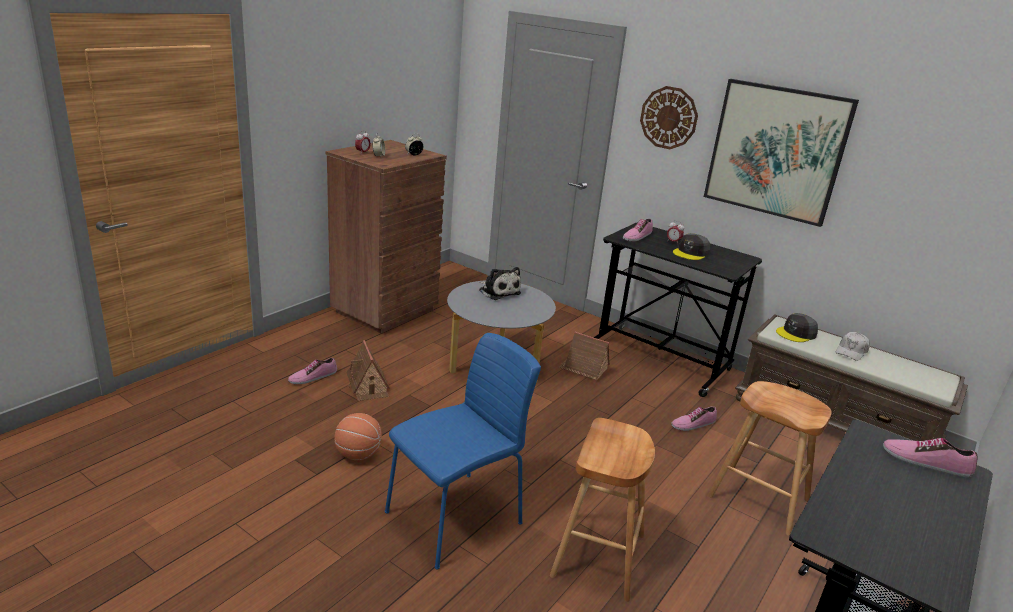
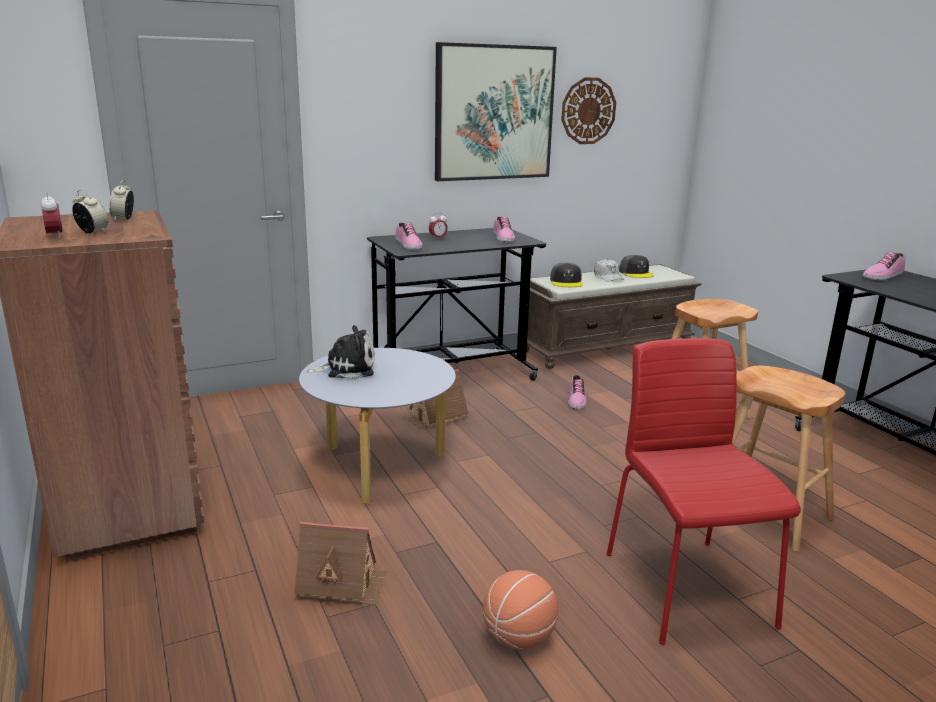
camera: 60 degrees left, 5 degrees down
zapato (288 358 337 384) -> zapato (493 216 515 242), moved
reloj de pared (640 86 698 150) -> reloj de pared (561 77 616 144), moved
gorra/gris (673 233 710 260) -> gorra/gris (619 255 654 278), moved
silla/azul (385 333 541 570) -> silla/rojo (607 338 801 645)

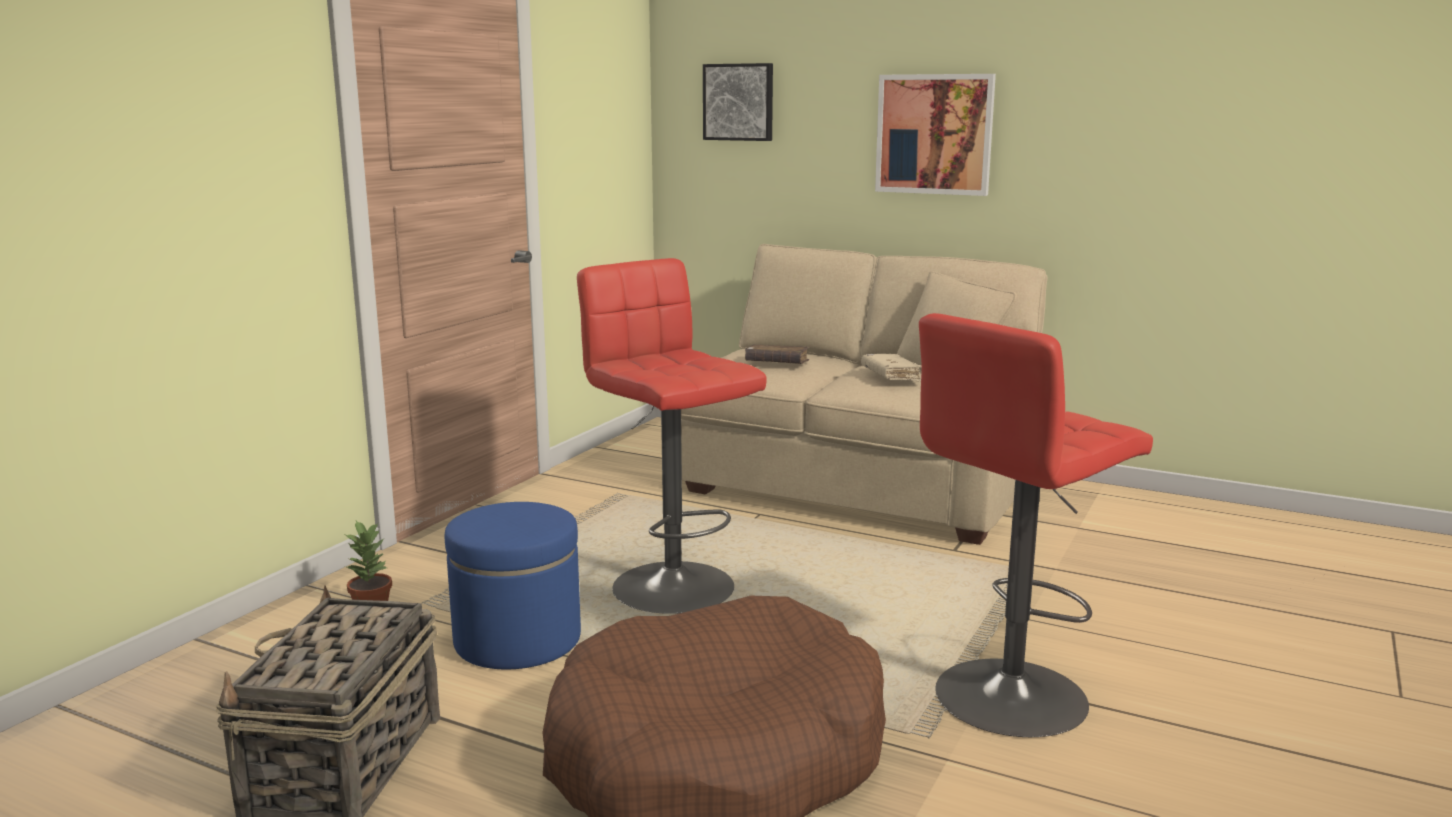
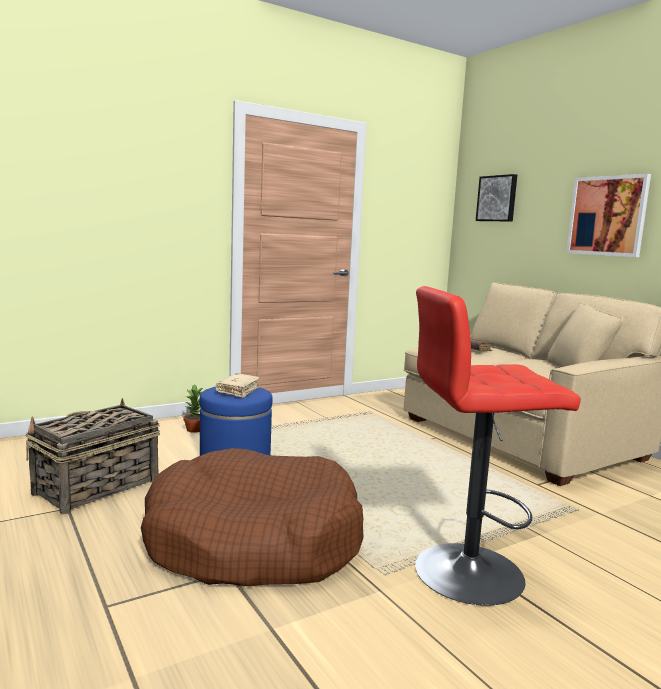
camera: 30 degrees right, 5 degrees down
taburete/rojo (577 258 766 614) -> none
libro/beis (861 354 922 382) -> libro/beis (216 373 260 398), moved

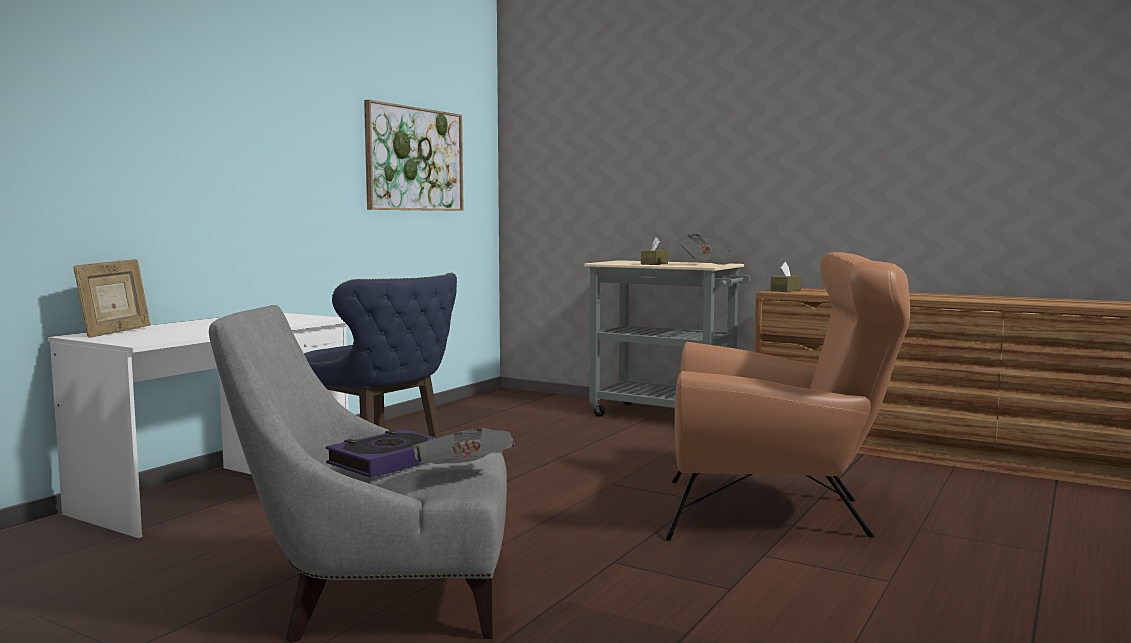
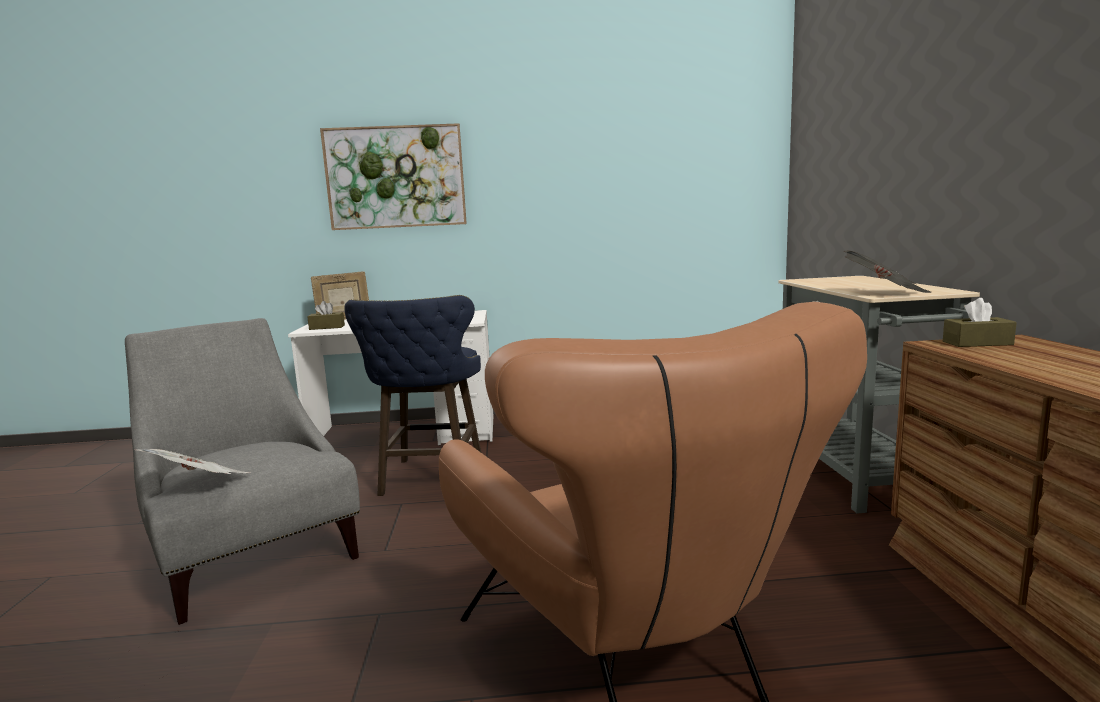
camera: 55 degrees right, 5 degrees up
libro (326 429 436 478) -> none
cuadro (364 100 464 211) -> cuadro (320 123 467 230), moved
caja de pañuelos/marrón (641 237 668 265) -> caja de pañuelos/marrón (307 301 345 330), moved

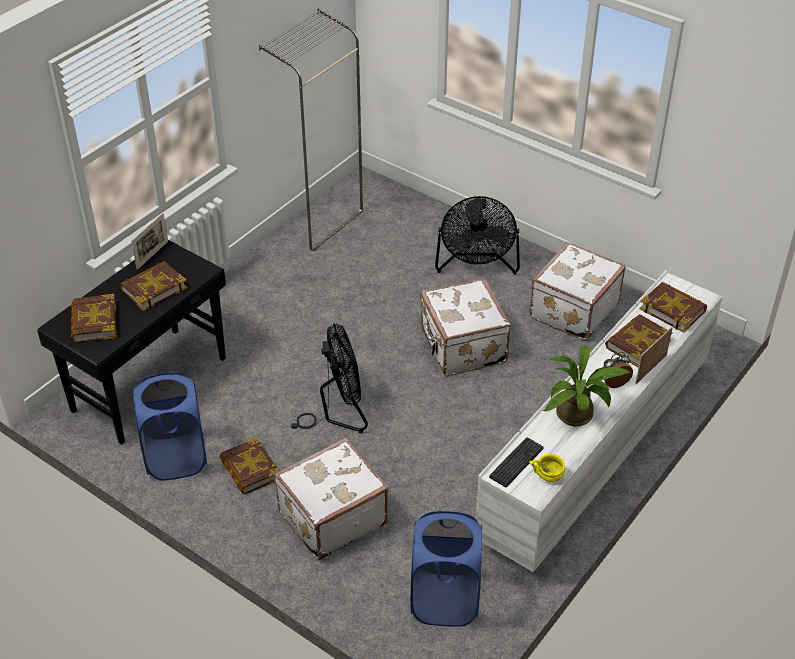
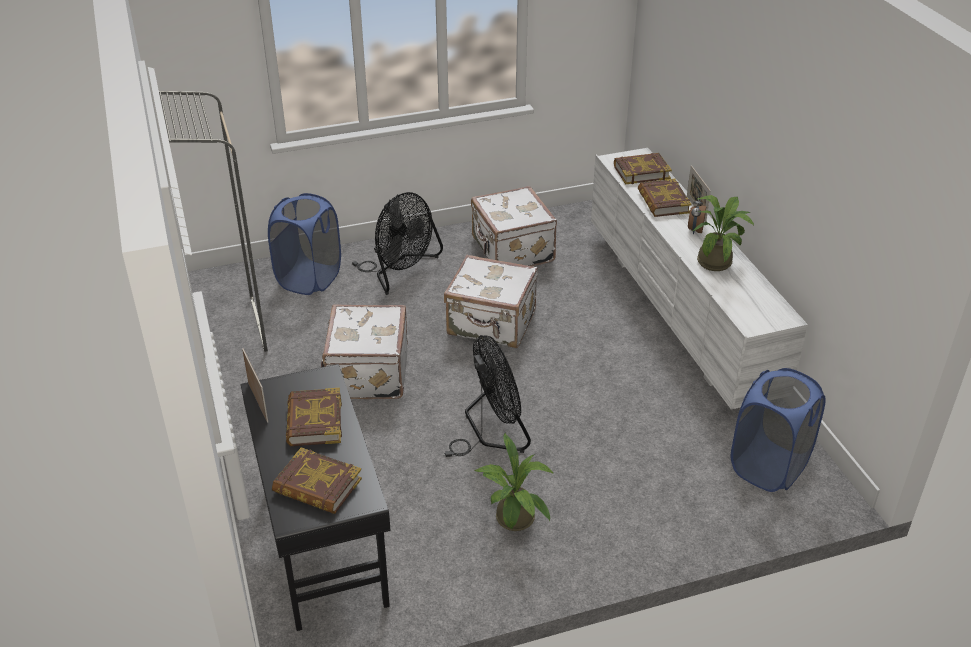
camera: 55 degrees left, 5 degrees down
teclado (489 437 543 487) -> none
cuenco/amarillo (529 454 565 482) -> none
cesto de la ropa/azul (132 372 207 481) -> cesto de la ropa/azul (268 193 341 295), moved
maleta/blanco (274 437 389 560) -> maleta/blanco (321 304 408 399), moved
libro (220 437 279 495) -> planta en maceta (474 434 554 531)
ventilador/negro (291 323 368 434) -> ventilador/negro (443 335 531 457), 45 degrees clockwise

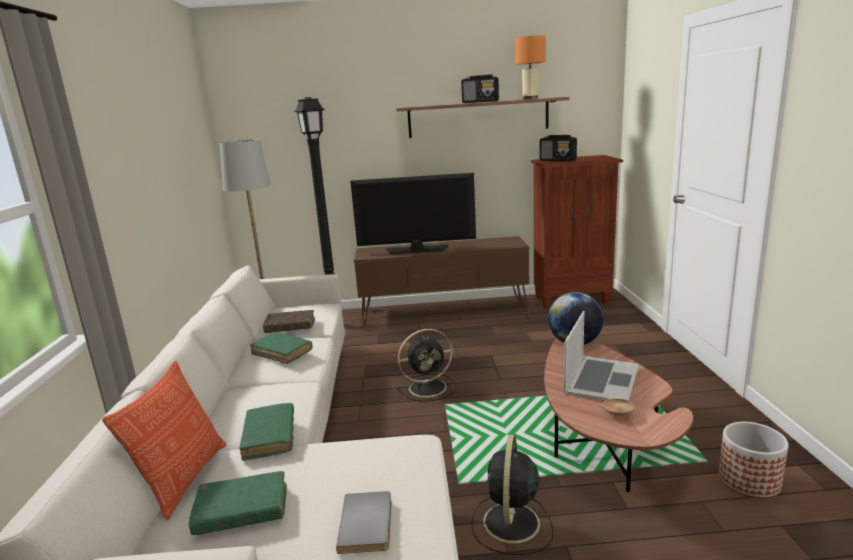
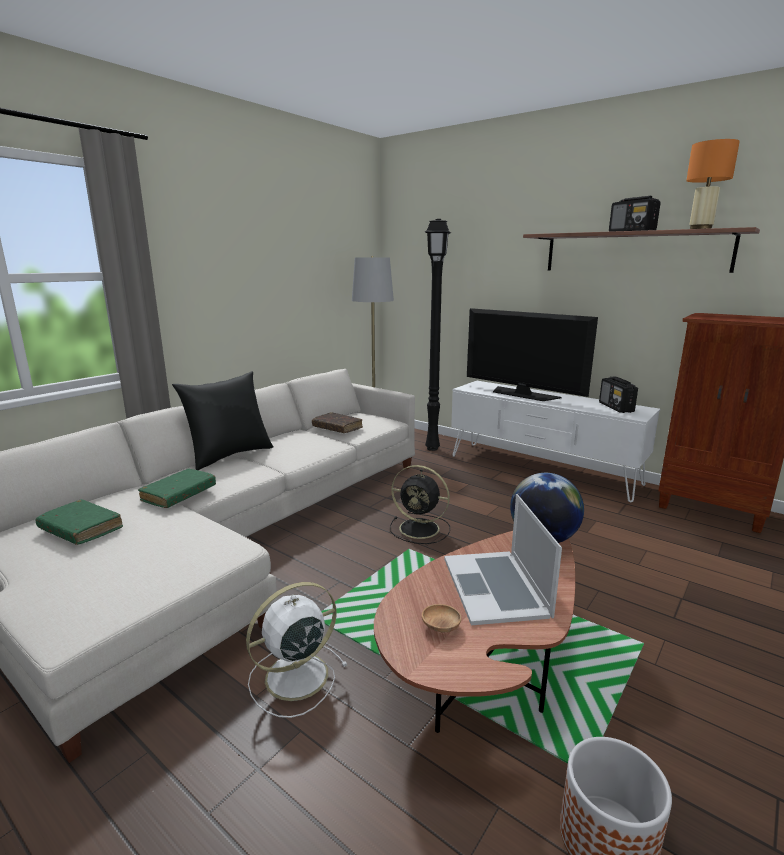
camera: 40 degrees right, 0 degrees up
cojín/naranja (102 361 226 521) -> none
libro/verde (250 332 313 364) -> none
libro/gris (336 491 391 554) -> none
none -> cojín/negro (172 371 273 470)
radio (540 135 577 162) -> radio (599 377 638 413), moved
mueble de televisión/marrón (354 236 530 325) -> mueble de televisión/blanco (451 381 660 502)
ventilador/negro (471 434 553 555) -> ventilador/blanco (246 582 348 718)
portátil (564 311 639 401) -> portátil (444 494 562 625), 105 degrees clockwise

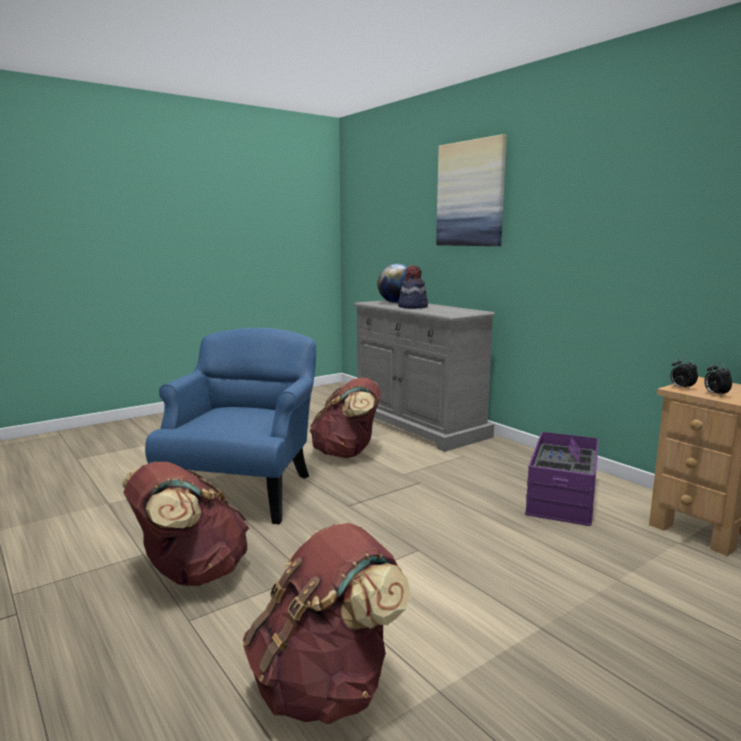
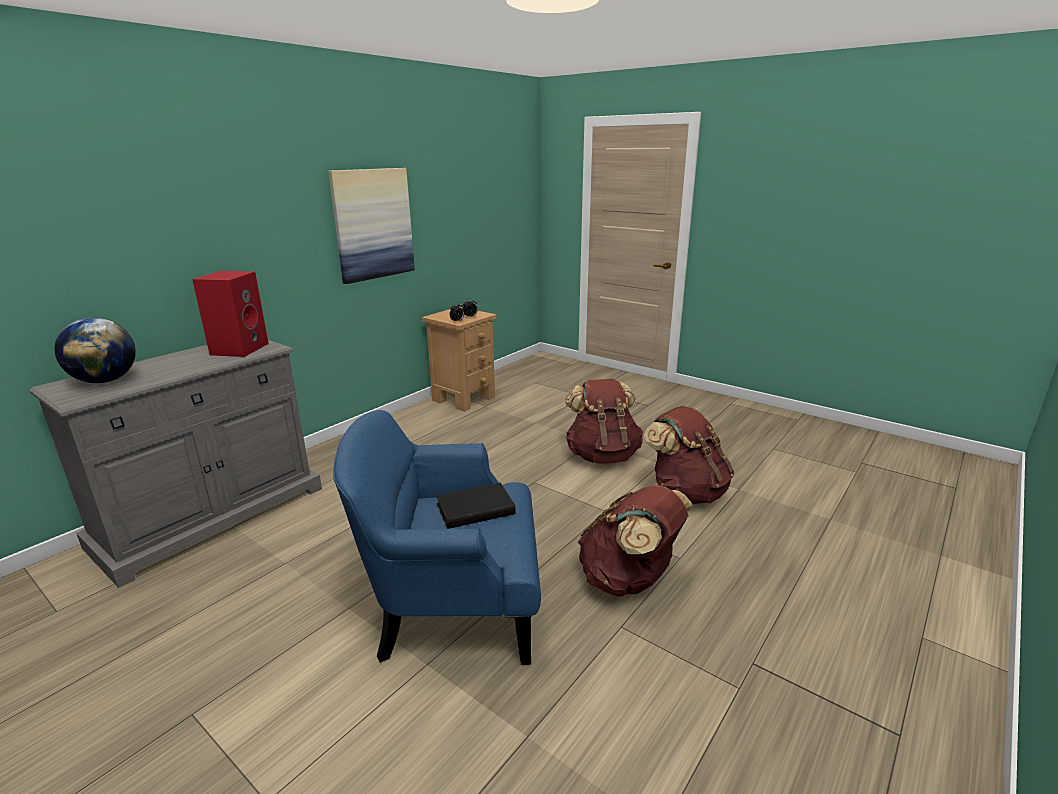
camera: 105 degrees left, 10 degrees up
sombrero (398 265 428 309) -> none
caja de almacenaje/morado (525 432 599 526) -> none
none -> altavoz/rojo (192 271 269 357)
none -> libro/negro (436 482 516 529)
mochila/marrón (309 378 381 458) -> mochila/marrón (565 379 643 464), moved
cuadro (436 134 507 246) -> cuadro (328 168 415 284), moved

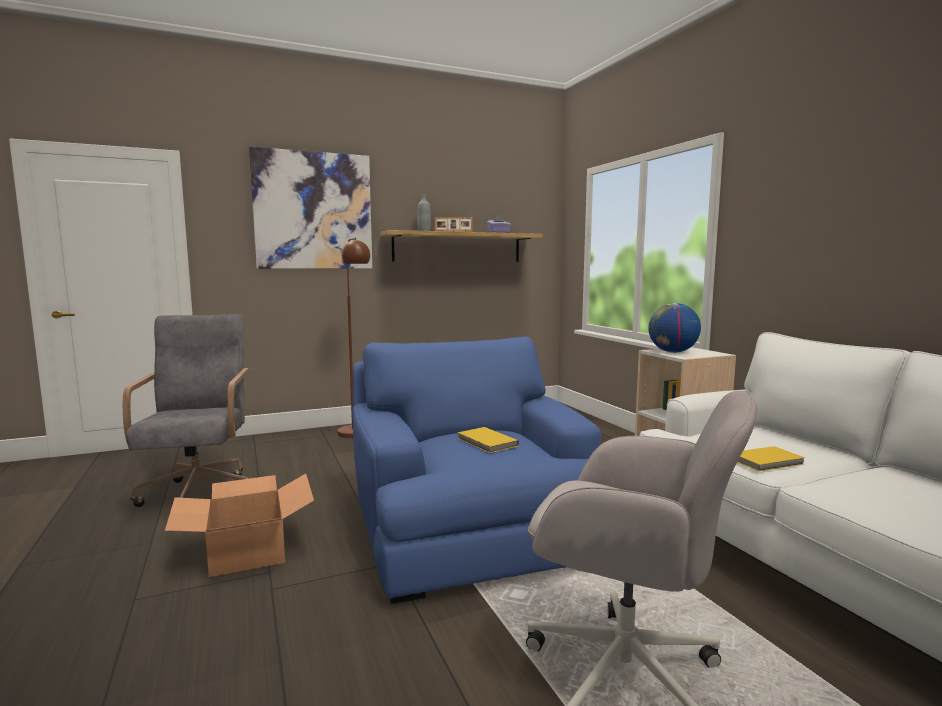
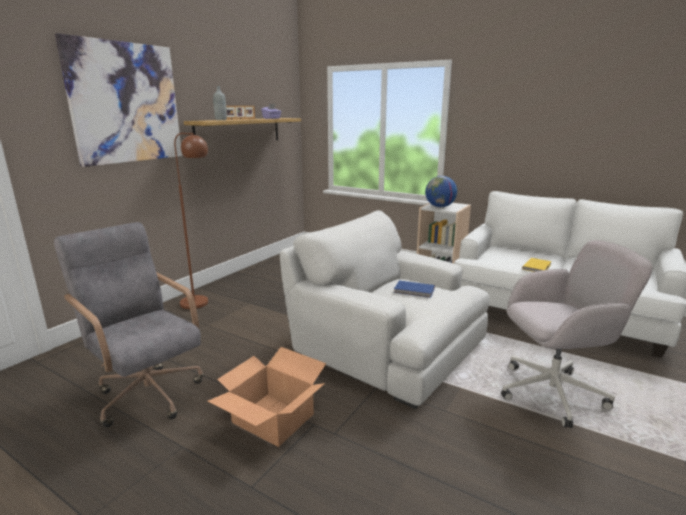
camera: 35 degrees left, 10 degrees up
sillón/azul (353 336 601 604) -> sillón/blanco (280 210 490 409)
libro/amarillo (458 427 519 453) -> libro/azul (394 280 435 298)

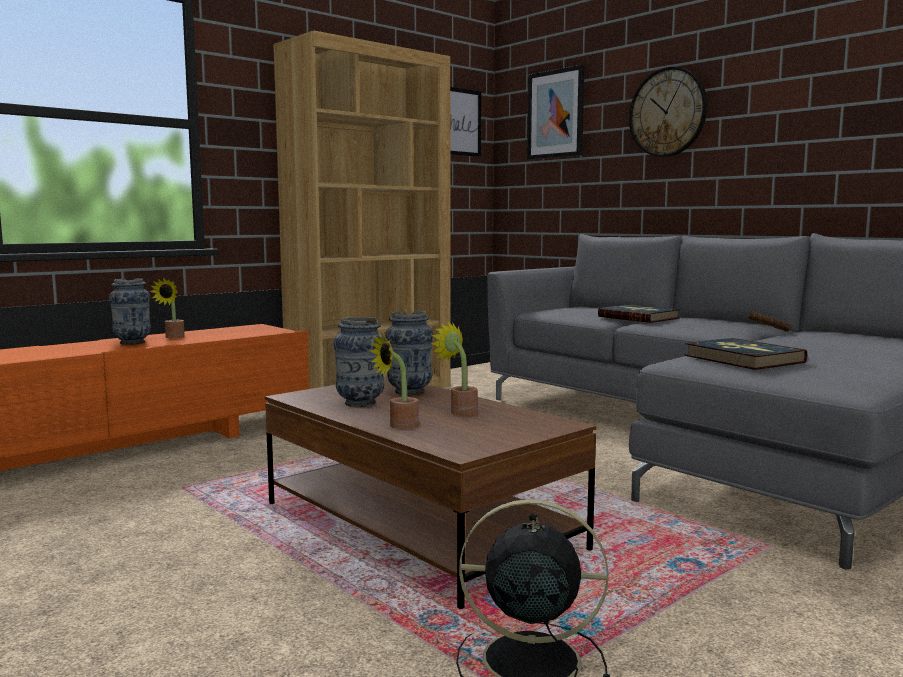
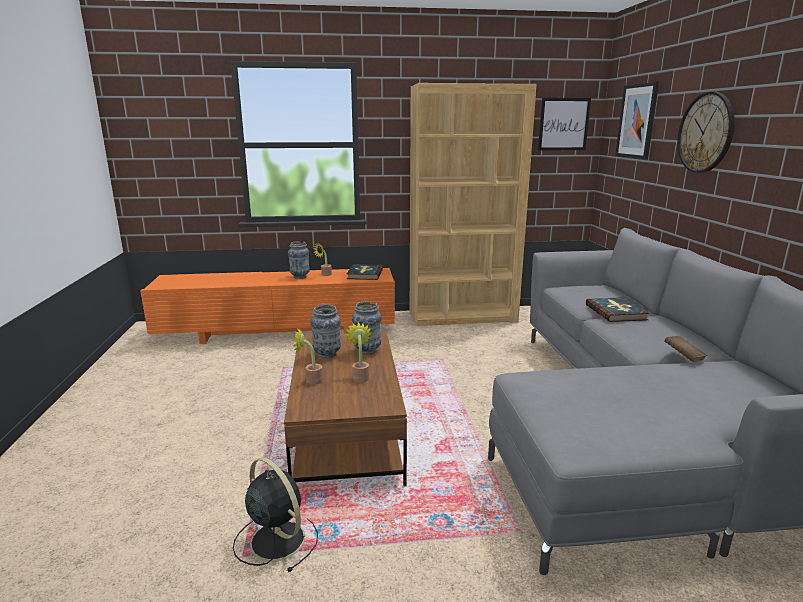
camera: 35 degrees right, 10 degrees up
libro (684 338 808 370) -> libro (347 264 383 280), moved

